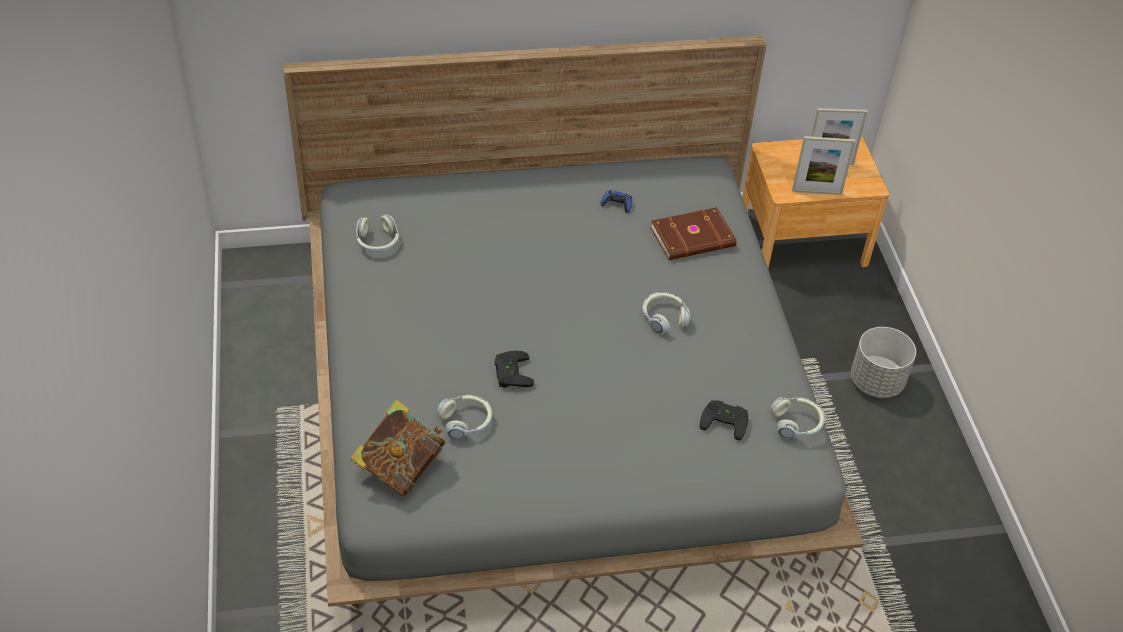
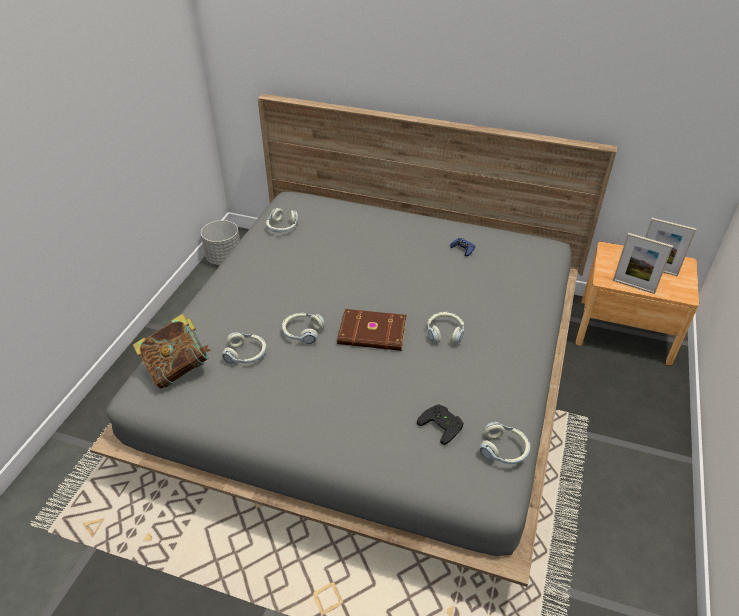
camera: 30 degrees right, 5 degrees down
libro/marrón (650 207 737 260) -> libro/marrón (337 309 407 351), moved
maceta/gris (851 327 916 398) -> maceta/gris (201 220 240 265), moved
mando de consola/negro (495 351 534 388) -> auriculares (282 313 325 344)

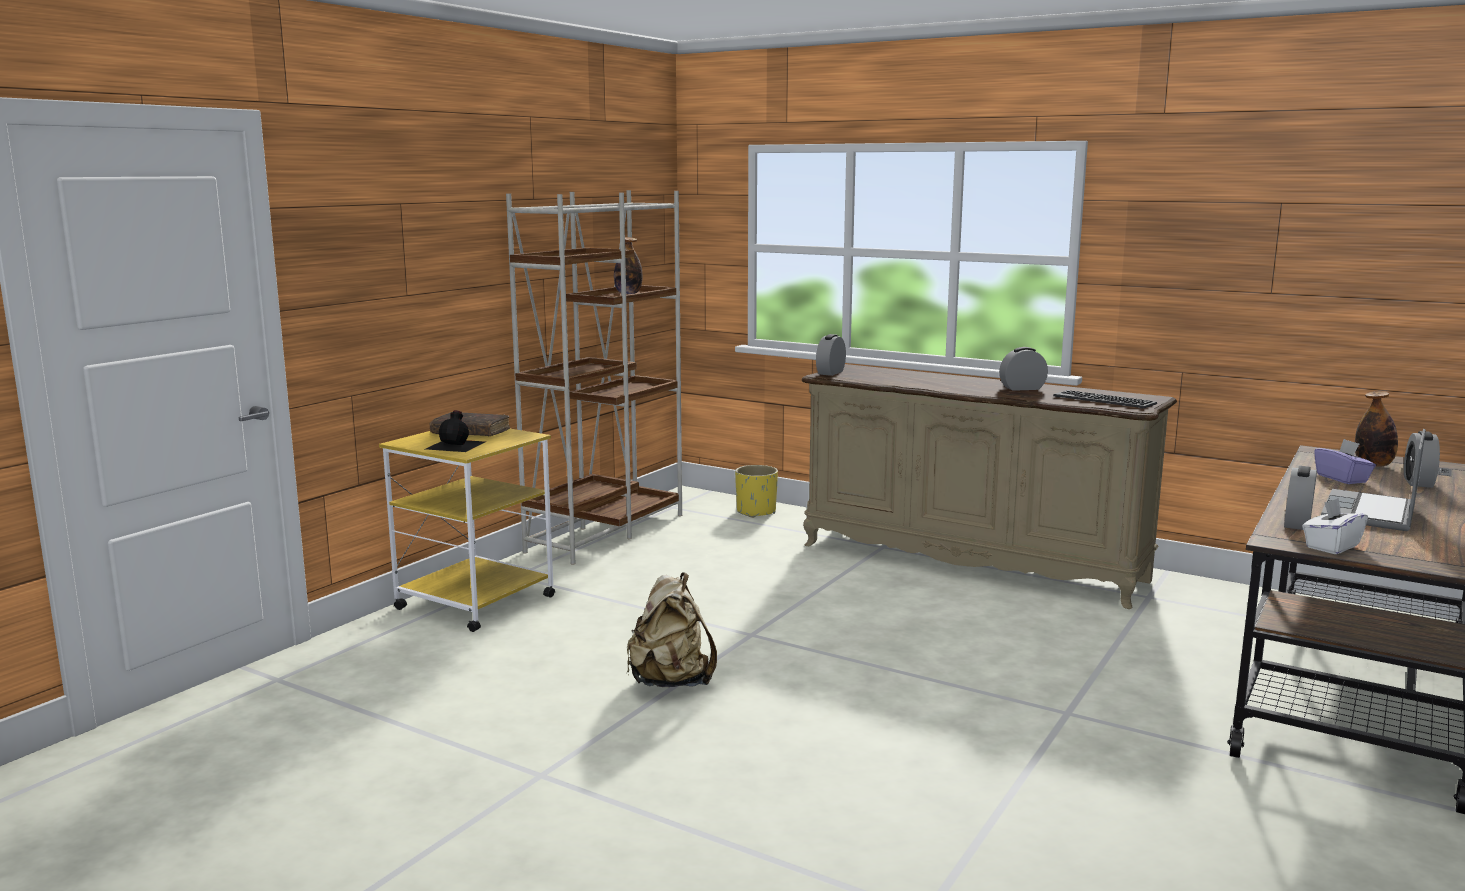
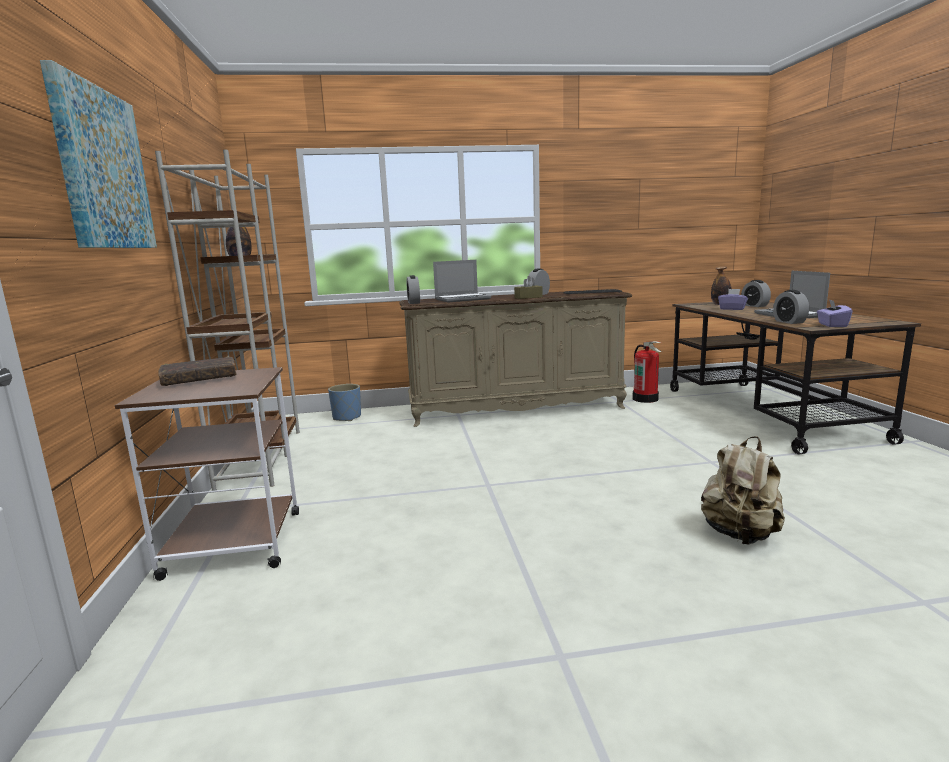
camera: 40 degrees left, 0 degrees up
botella/negro (426 410 485 452) -> none
none -> cuadro (40 60 157 248)
none -> portátil (433 260 491 303)
none -> caja de pañuelos/marrón (514 276 543 299)
none -> extintor (632 341 662 403)
mochila/beis (627 572 717 687) -> mochila/beis (701 436 785 545), moved
carrito/amarillo (379 429 555 632) -> carrito/marrón (115 367 299 581)
maceta/amarillo (735 465 778 518) -> maceta/azul (328 384 361 421)
caja de pañuelos/blanco (1303 498 1368 554) -> caja de pañuelos/morado (817 299 853 327)

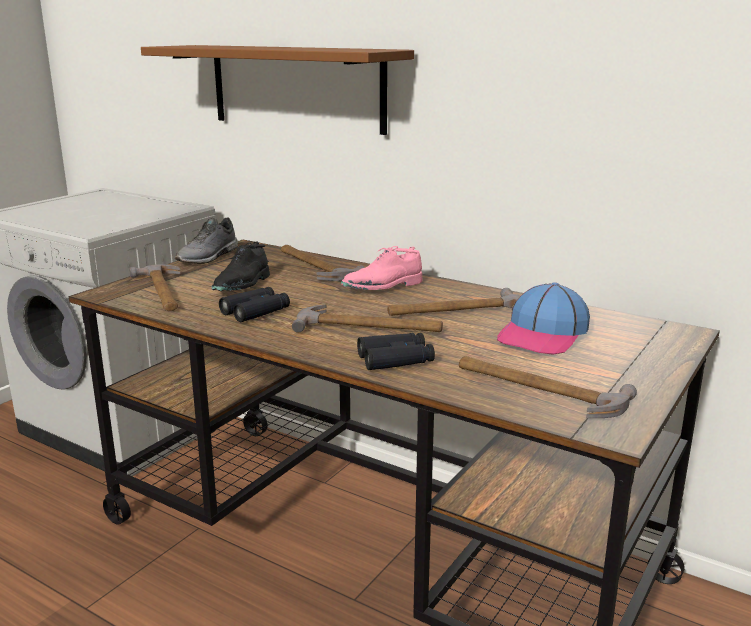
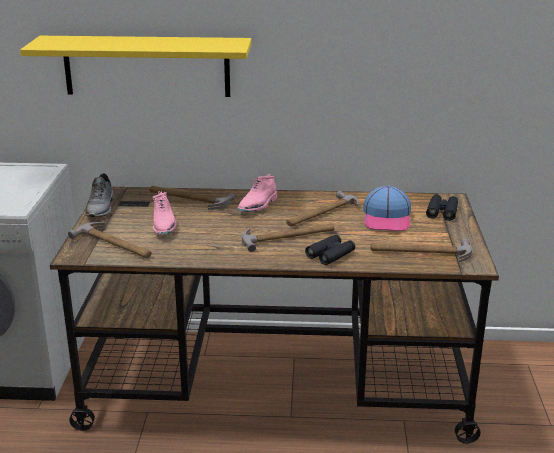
camera: 30 degrees left, 5 degrees up
prismáticos/negro (219 287 290 322) -> prismáticos/negro (426 194 458 221), moved
estante/marrón (141 45 414 135) -> estante/amarillo (20 36 252 97)
zapato/negro (212 241 270 291) -> zapato/rosa (151 191 177 235)

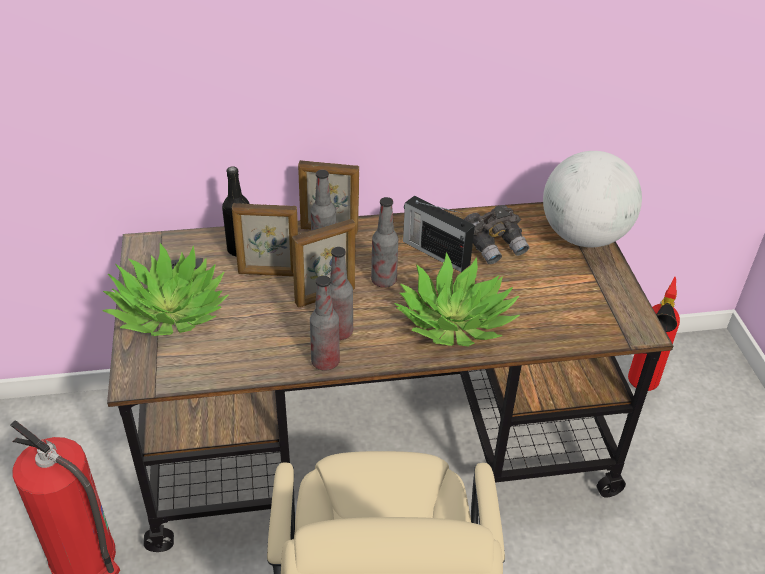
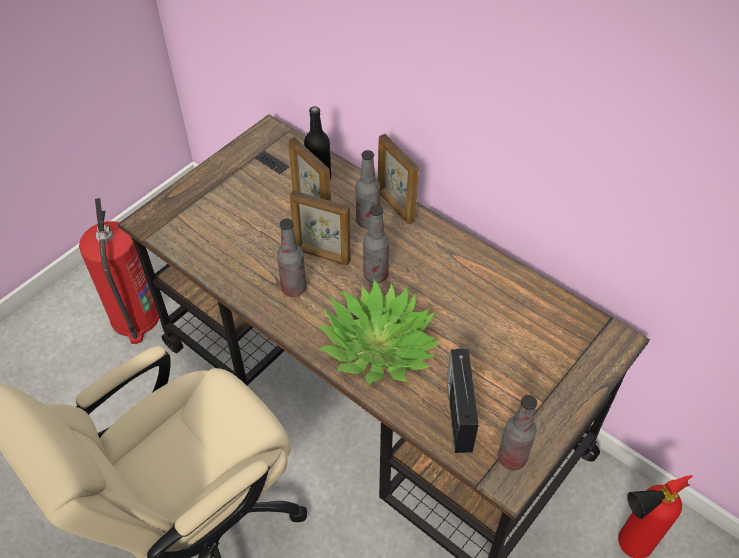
camera: 50 degrees right, 10 degrees up
planta en maceta (102 243 229 336) -> none
prismáticos/gris (463 205 530 264) -> none
globo terráqueo (543 151 642 247) -> none
botella (310 276 340 371) -> botella (498 395 537 470), moved
radio (403 196 475 272) -> radio (447 348 479 453), moved

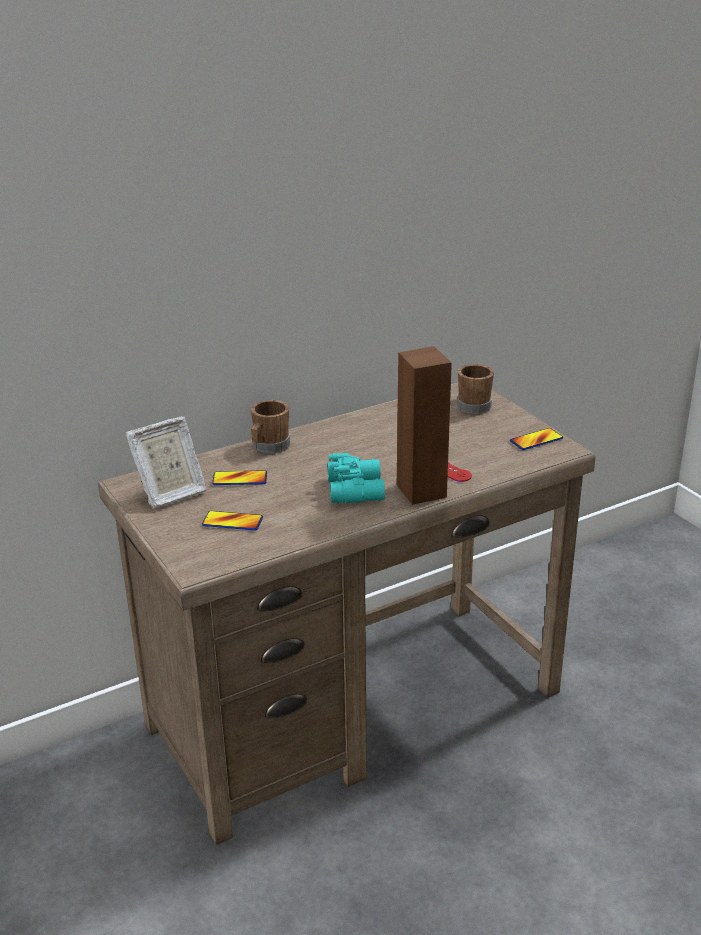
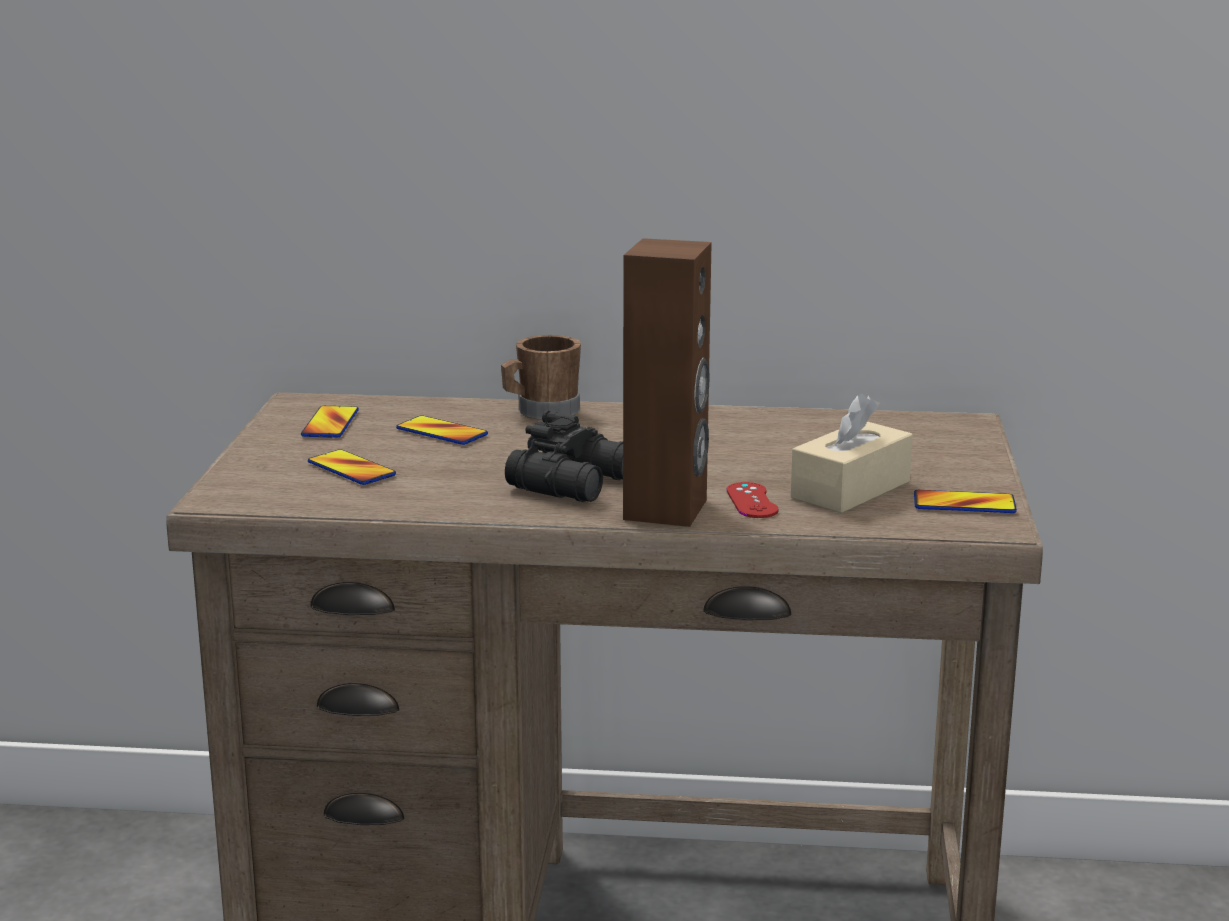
camera: 35 degrees right, 10 degrees down
taza grande/marrón (457 364 494 414) -> none
none -> caja de pañuelos/beis (790 393 913 513)
portarretratos (125 416 206 509) -> móvil (301 406 359 438)
prismáticos/turquesa (327 453 385 503) -> prismáticos/negro (505 410 623 502)

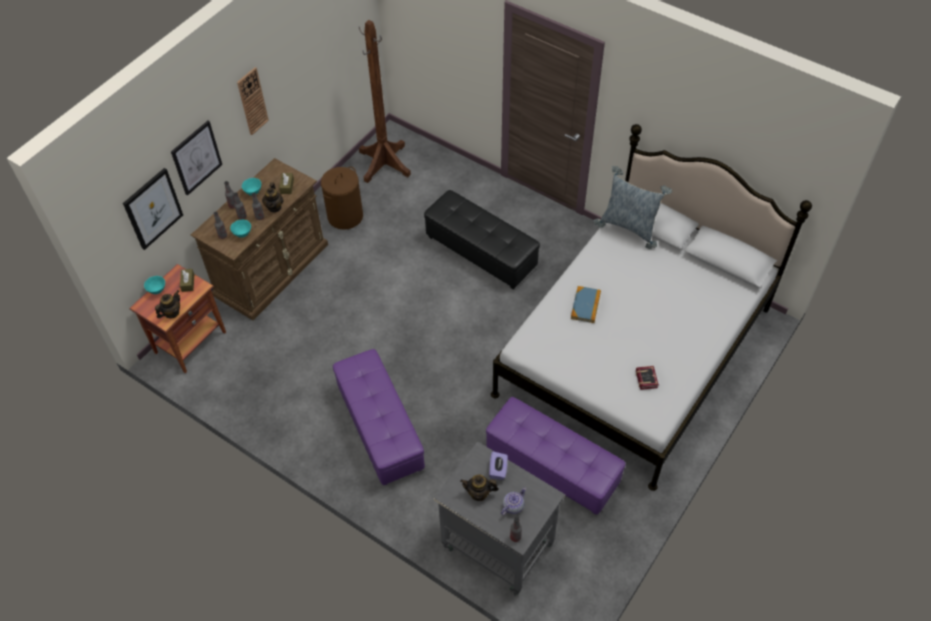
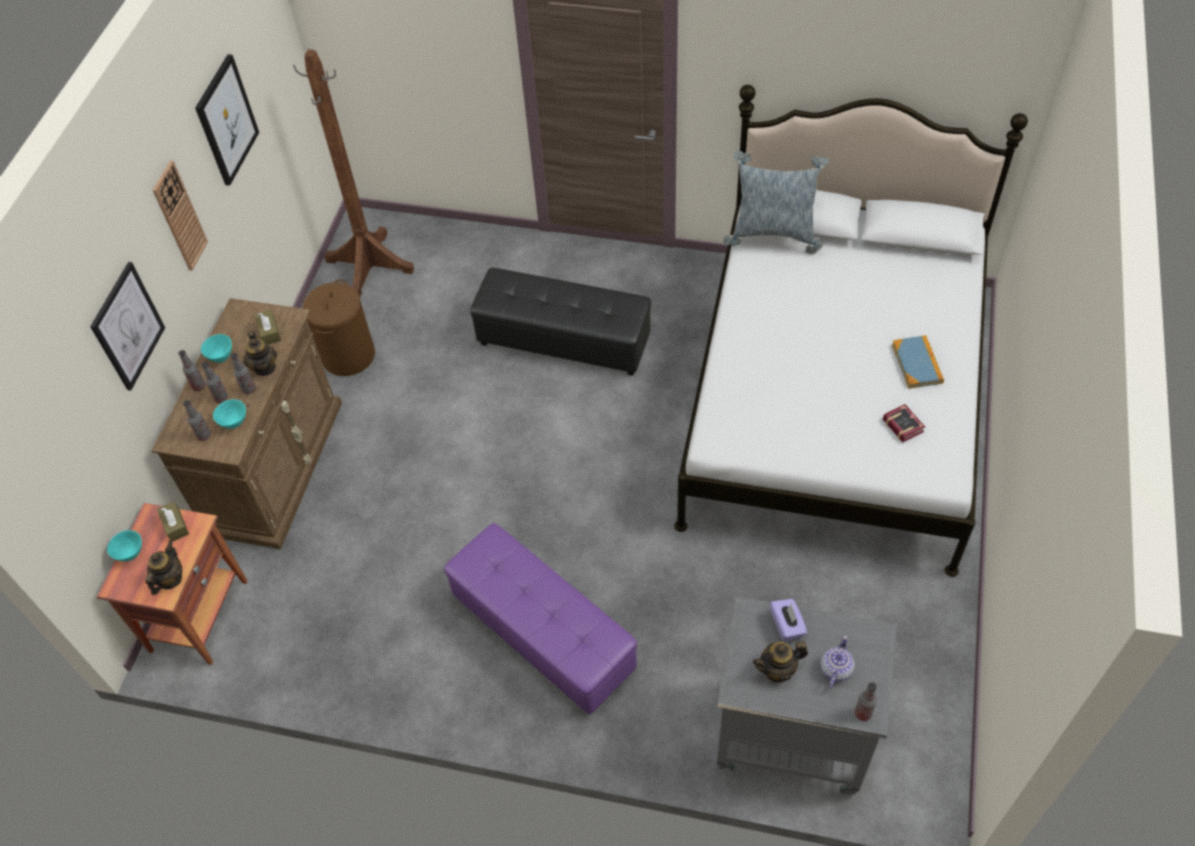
camera: 20 degrees left, 0 degrees up
puf/morado (486 397 626 514) -> none
cuadro (123 168 183 250) -> cuadro (195 54 259 186), moved
libro (571 286 601 323) -> libro (892 335 944 389), moved

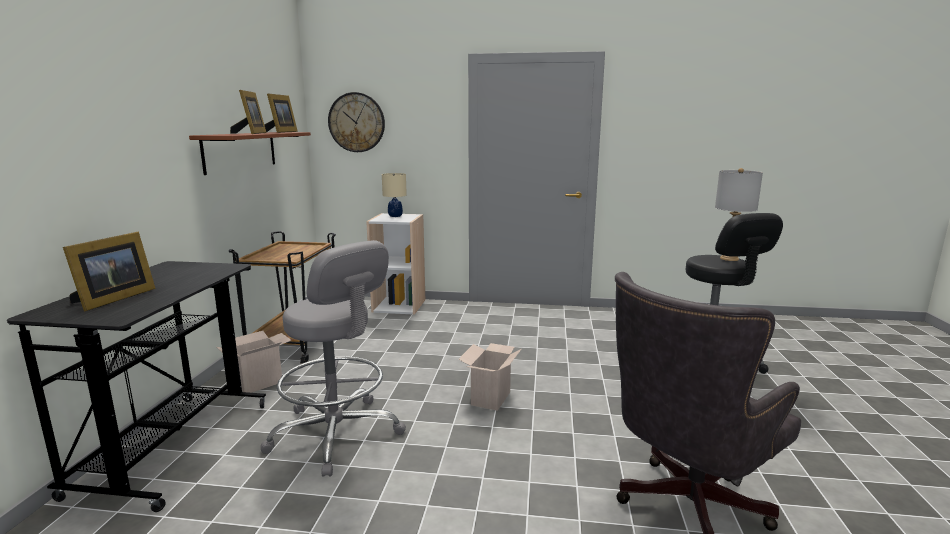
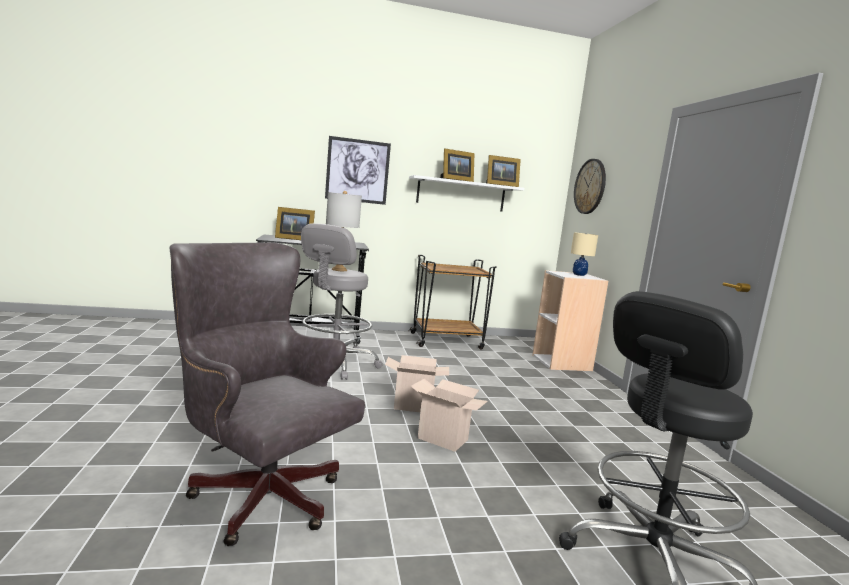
camera: 70 degrees right, 5 degrees down
none -> cuadro (325 136 391 205)
caja de cartón (217 331 291 393) -> caja de cartón (411 379 488 452), moved
lámpara de mesa/gris (715 168 763 261) -> lámpara de mesa/gris (326 191 362 271), moved
estante/marrón (189 132 311 175) -> estante/blanco (409 175 524 212)

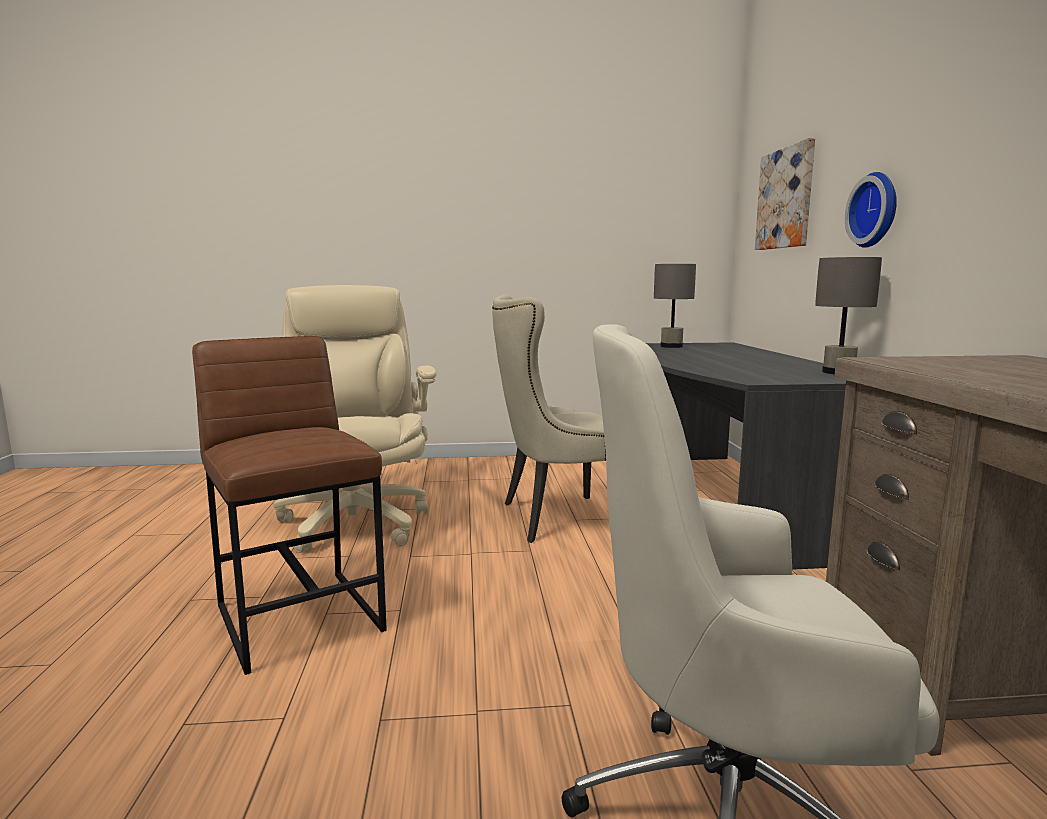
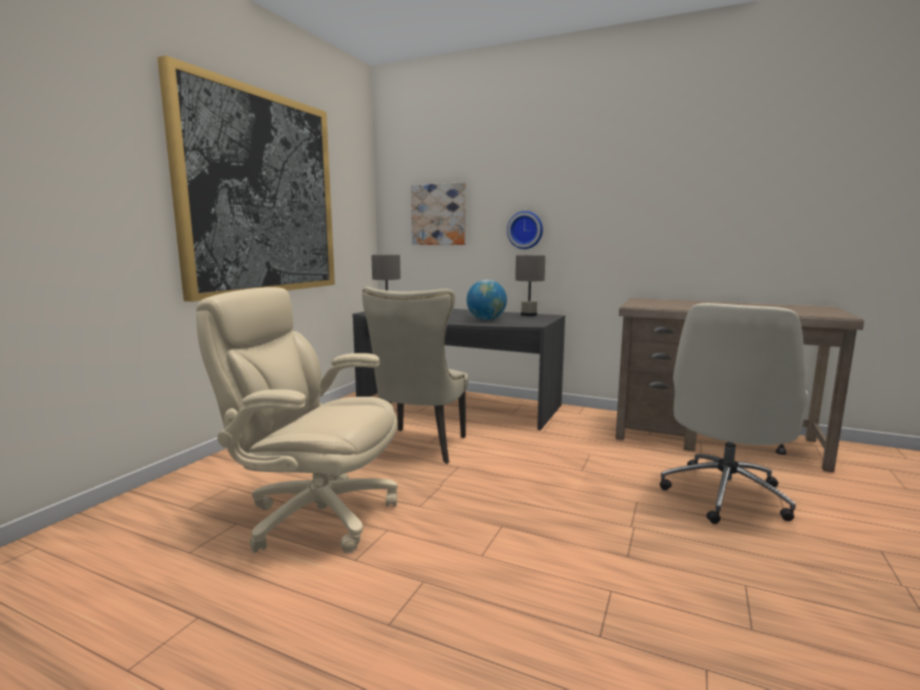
camera: 60 degrees left, 0 degrees up
silla/marrón (192 336 387 675) -> none
none -> cuadro (157 55 335 302)
none -> globo terráqueo (467 280 507 320)

